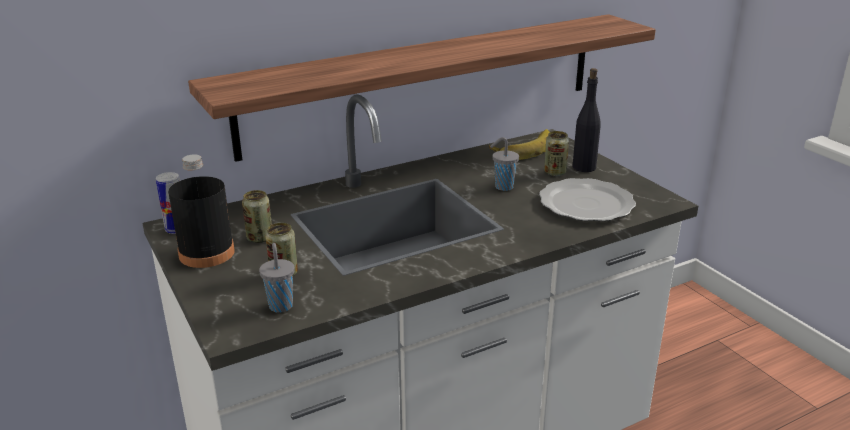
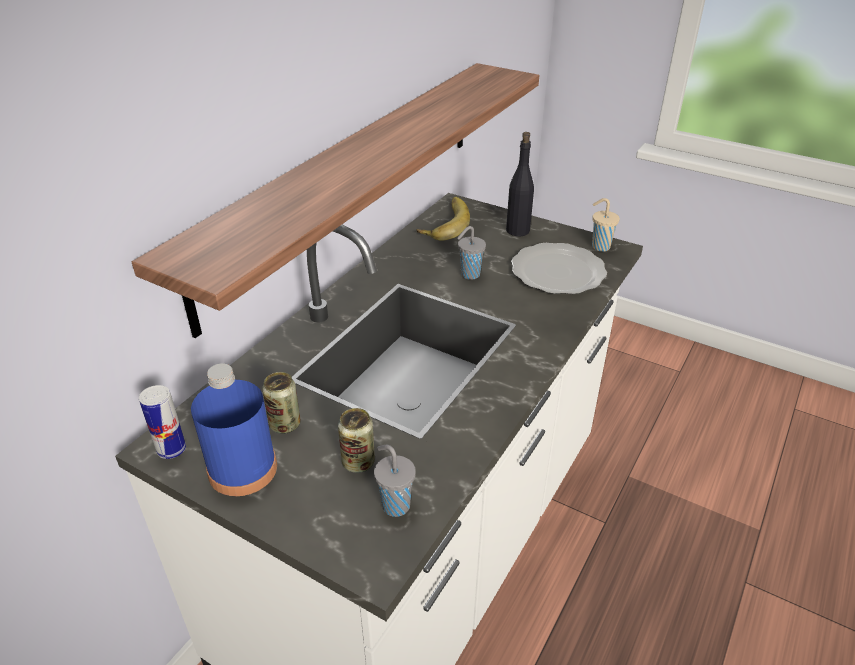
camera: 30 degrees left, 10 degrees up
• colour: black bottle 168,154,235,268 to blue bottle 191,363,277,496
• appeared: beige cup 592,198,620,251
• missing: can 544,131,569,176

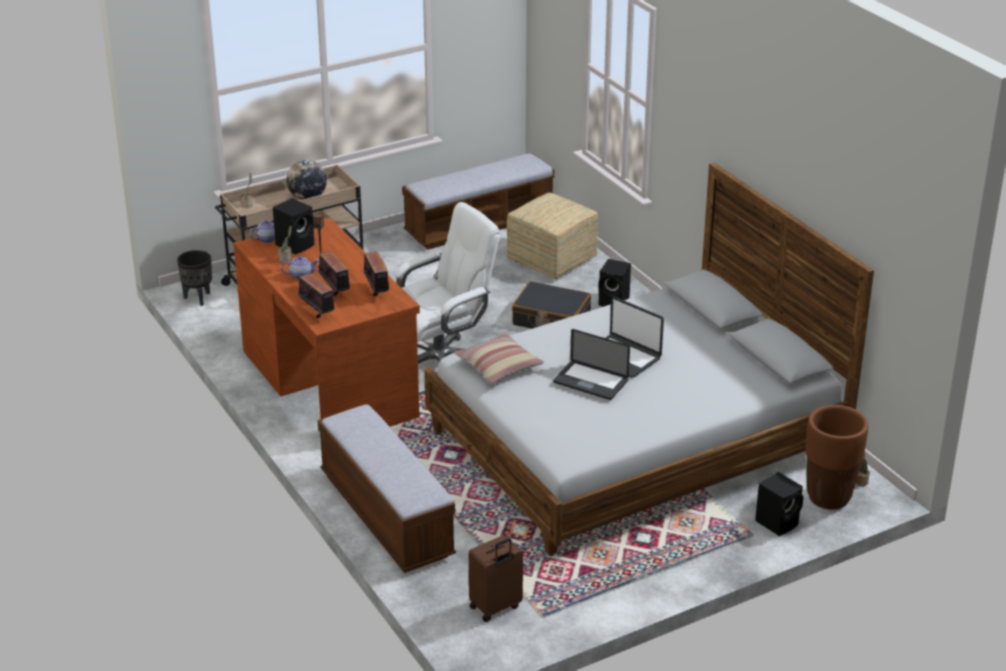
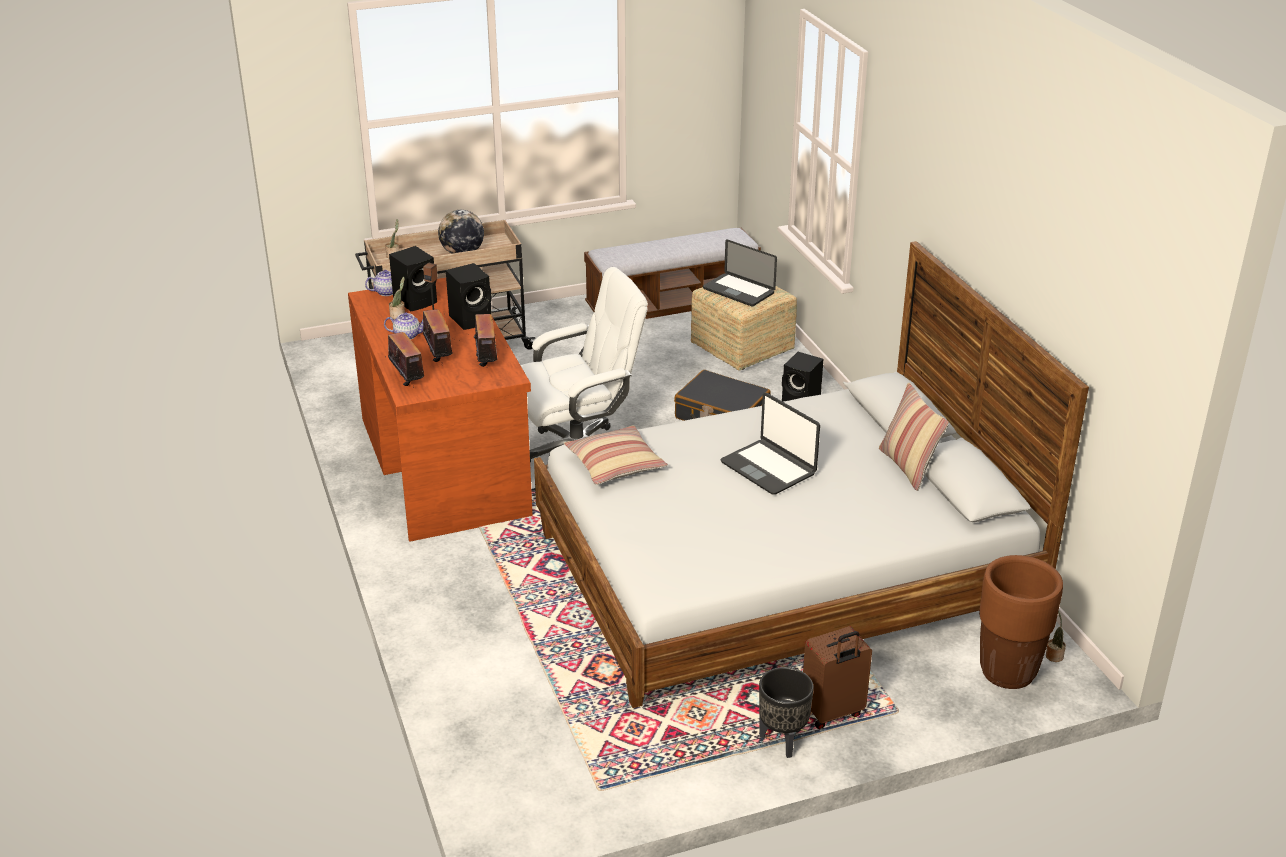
camera: 10 degrees right, 0 degrees up
• relocated: black speaker 755,472,803,536 to 446,263,492,330
• relocated: laptop 553,329,630,400 to 703,239,777,307
• relocated: black planter 177,250,212,306 to 759,667,814,758
• relocated: brown suitcase 469,535,523,622 to 803,626,872,729
• appeared: pillow 879,383,949,491
• missing: bench 318,404,456,573

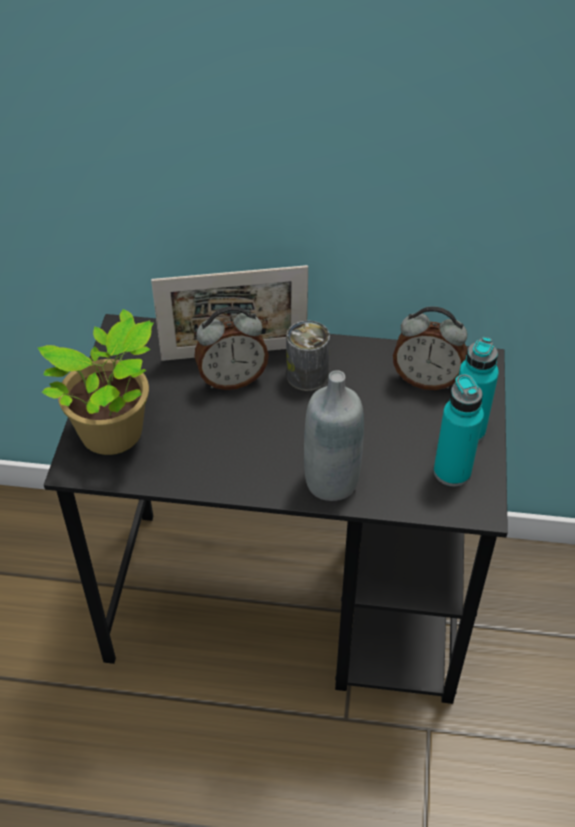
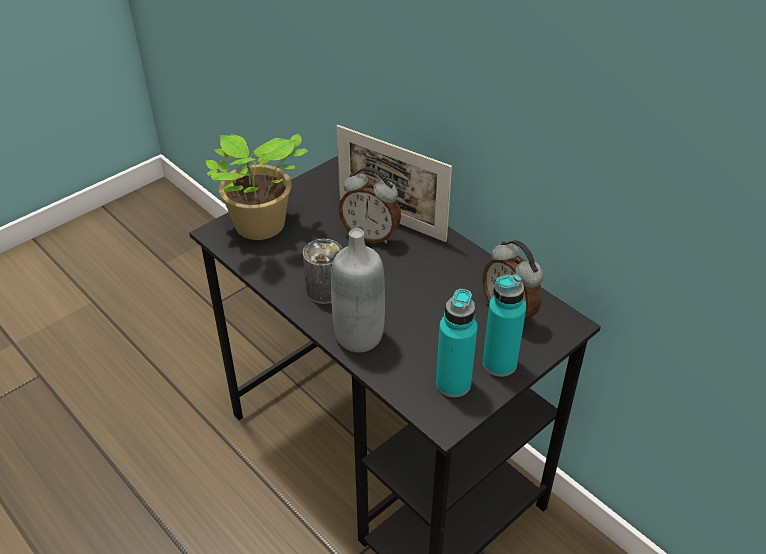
camera: 40 degrees right, 5 degrees down
• relocated: can 286,320,330,391 to 303,239,342,304

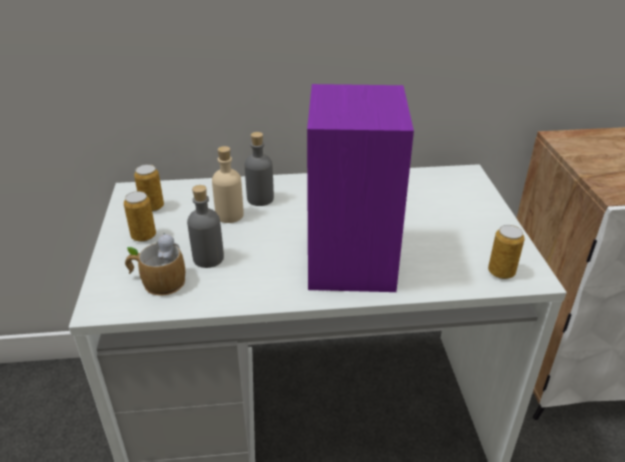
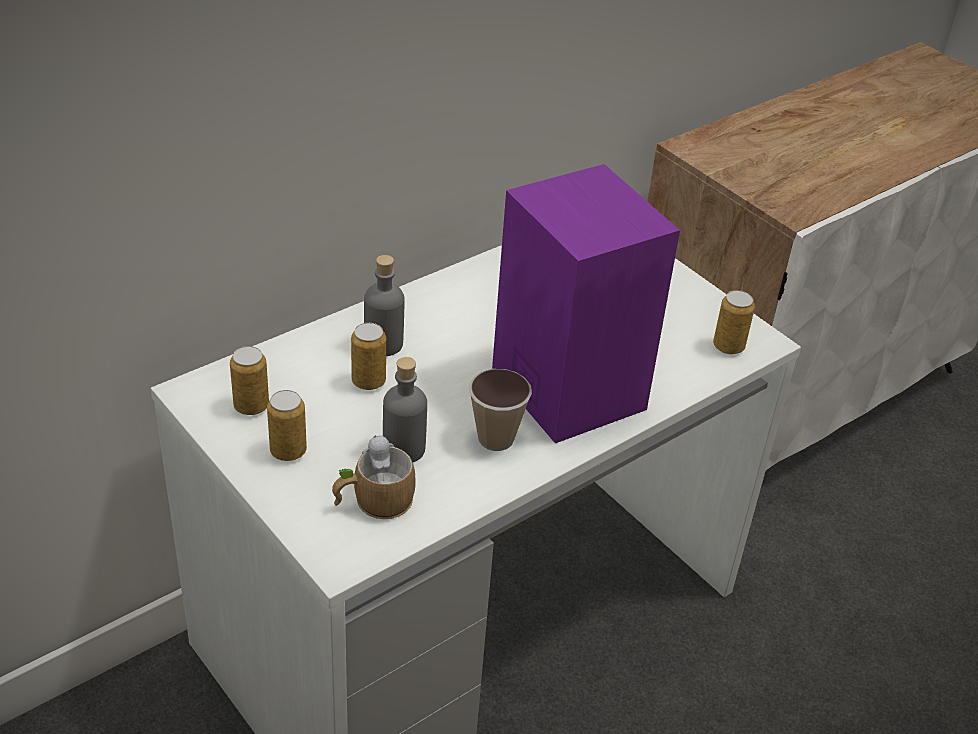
camera: 35 degrees left, 5 degrees up
• exchanged: beige bottle 212,146,244,223 to can 351,323,386,390
• appeared: cup 469,369,532,451

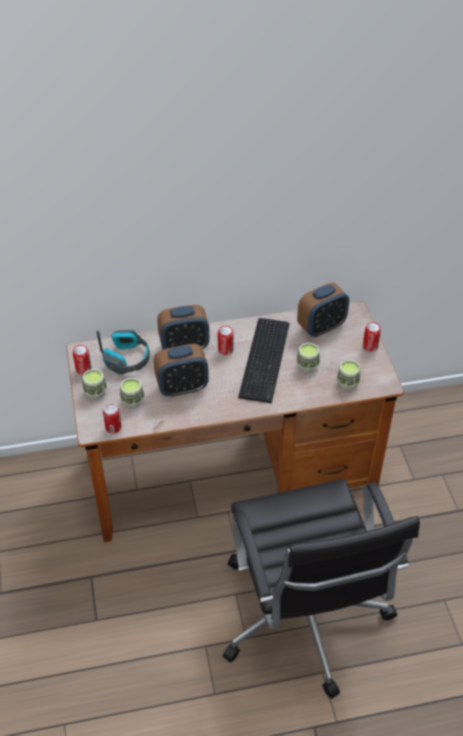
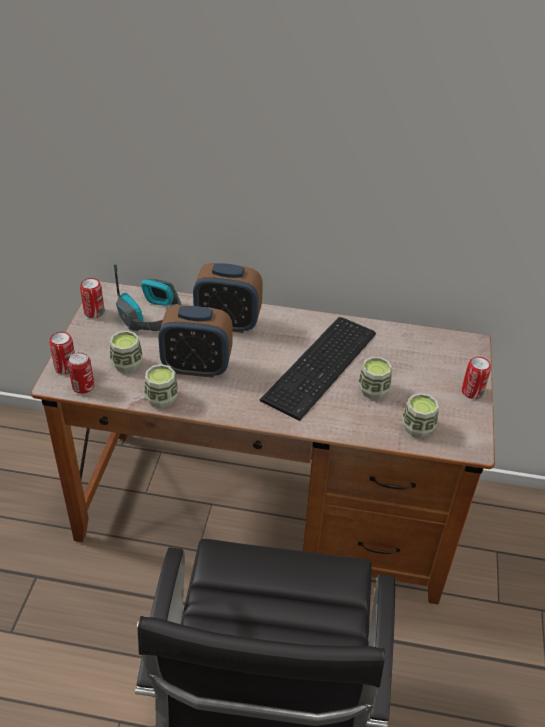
camera: 20 degrees right, 5 degrees down
• relocated: can 218,326,234,355 to 49,332,75,374
• relocated: cup 82,369,107,399 to 144,364,178,408
• missing: alarm clock 297,283,349,337

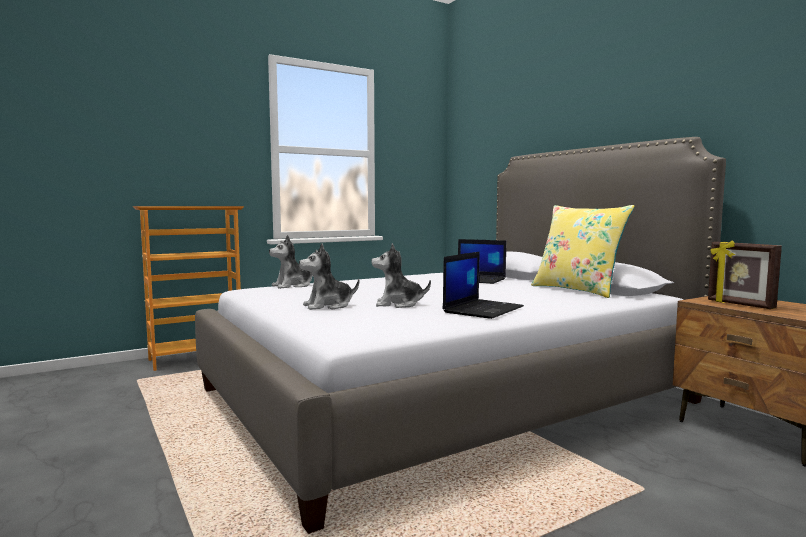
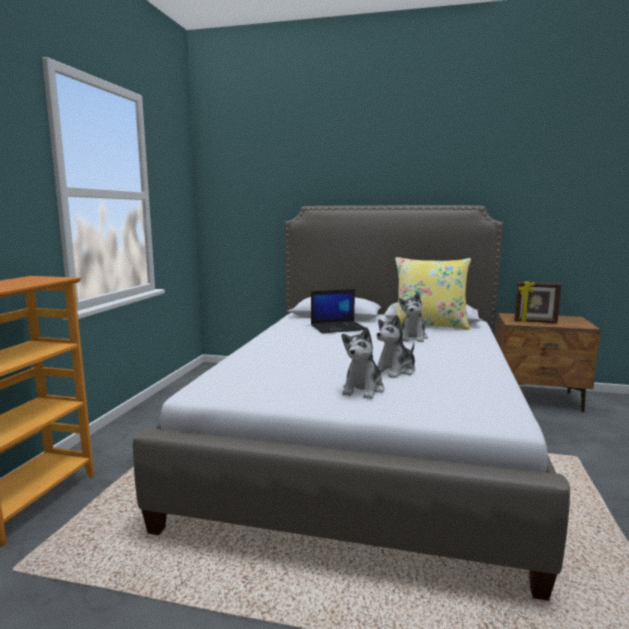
camera: 45 degrees left, 5 degrees up
• relocated: plush toy 269,235,313,289 to 399,293,428,342
• missing: laptop 443,252,524,319

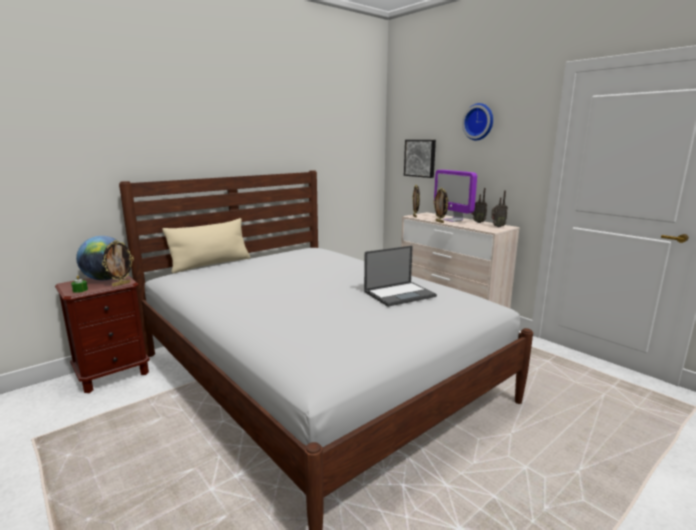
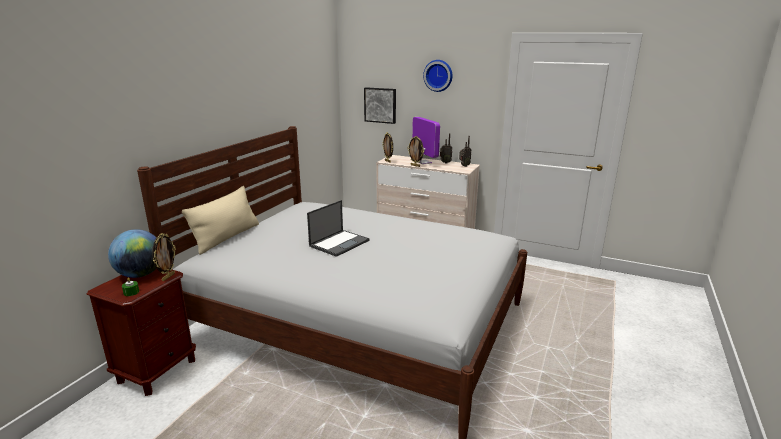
camera: 25 degrees left, 5 degrees up
• relocated: laptop 364,246,437,307 to 307,200,369,257
• spun: monitor 434,170,477,222 = 412,117,440,164 150 degrees counterclockwise

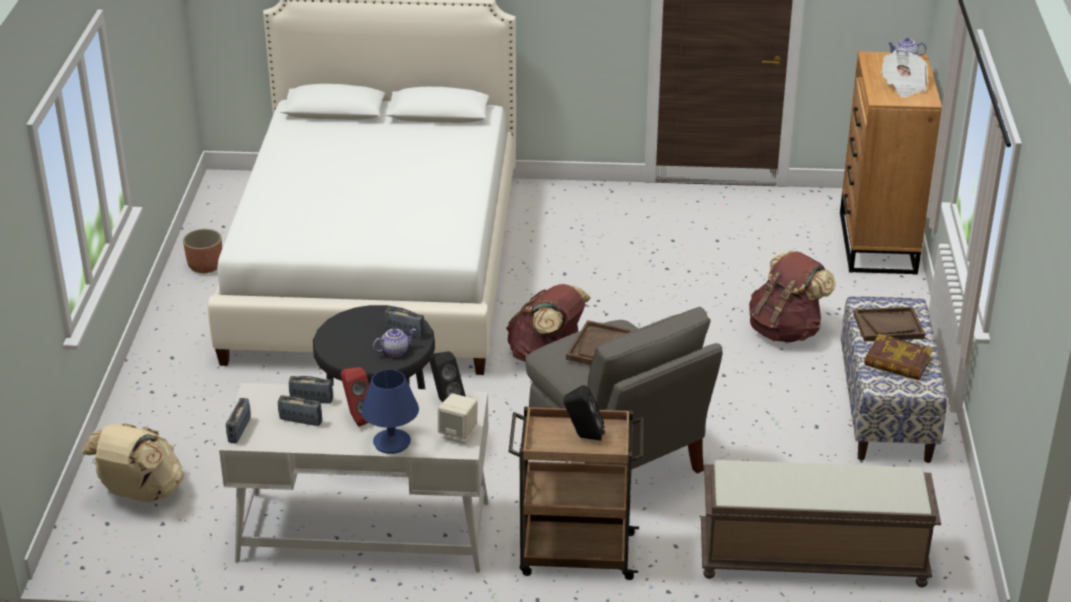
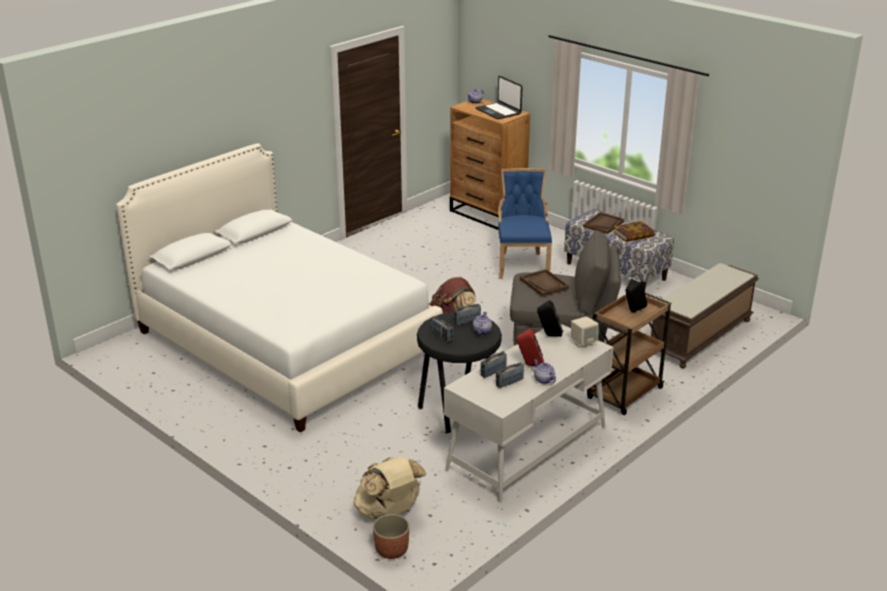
camera: 50 degrees left, 5 degrees down
• relocated: planter 183,229,222,273 to 373,514,409,559
• relocated: radio 226,398,251,443 to 431,316,454,342
• exchanged: newspaper 881,49,928,98 to laptop 475,76,522,119
• exchanged: brown backpack 749,250,836,343 to blue chair 498,168,552,279
• appeared: teapot 534,359,556,384
• missing: blue table lamp 361,369,419,454

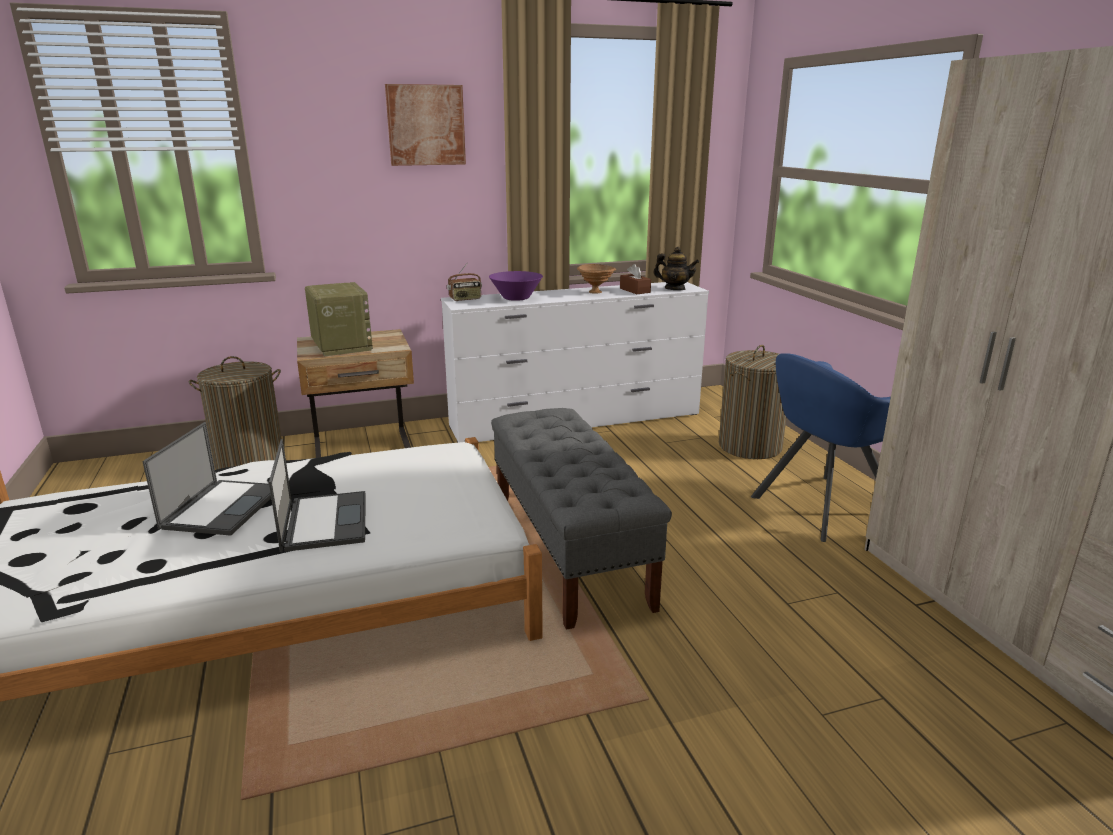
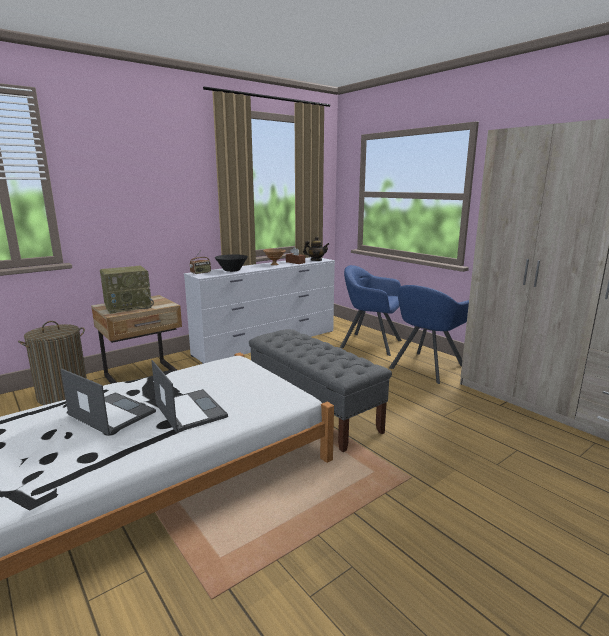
camera: 20 degrees left, 5 degrees down
• spun: laptop 142,422,271,536 = 61,369,156,435 45 degrees counterclockwise
• spun: radio 305,282,373,357 = 100,266,154,314 105 degrees clockwise
• colour: purple bowl 489,271,543,301 to black bowl 215,254,248,272
• exchanged: laundry basket 719,345,786,459 to blue armchair 340,265,402,356
• missing: picture 385,84,466,166

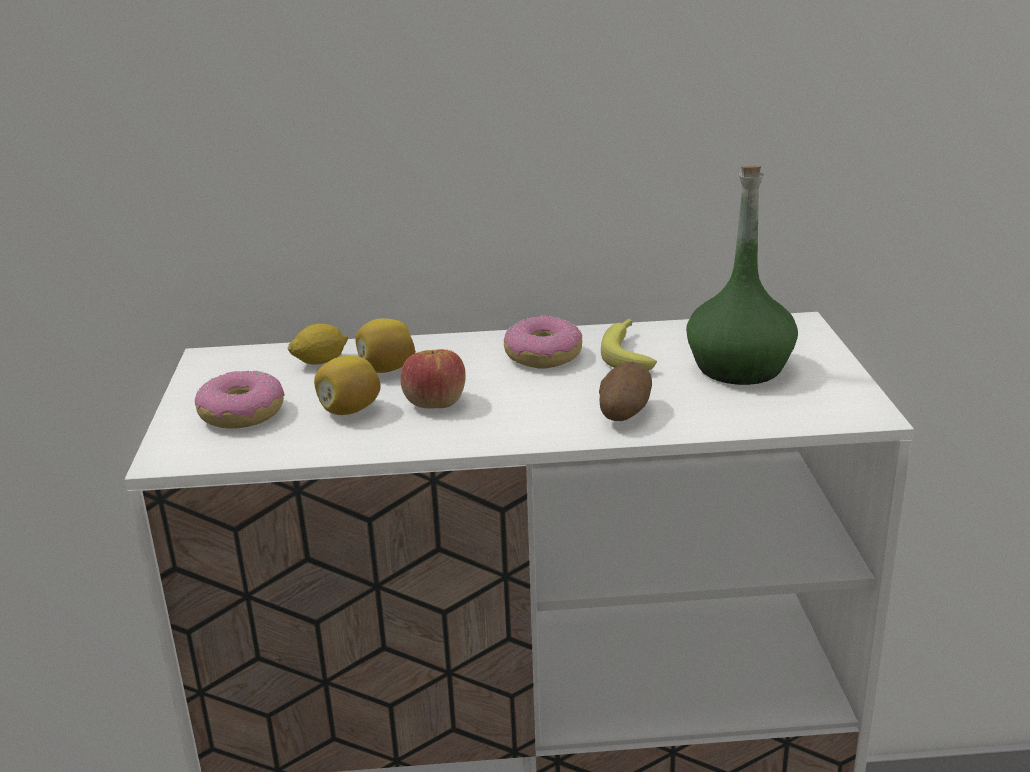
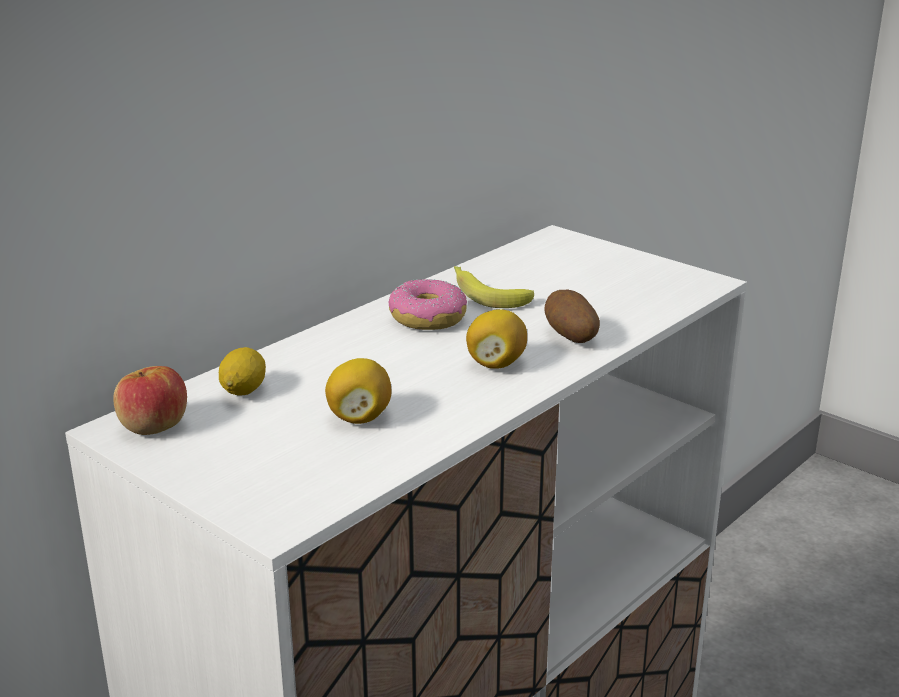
camera: 45 degrees left, 0 degrees up
• relocated: apple 400,349,466,409 to 113,366,187,435
• relocated: lemon 356,318,416,373 to 466,309,527,369
• missing: donut 195,370,285,429
• missing: green bottle 686,166,798,385

